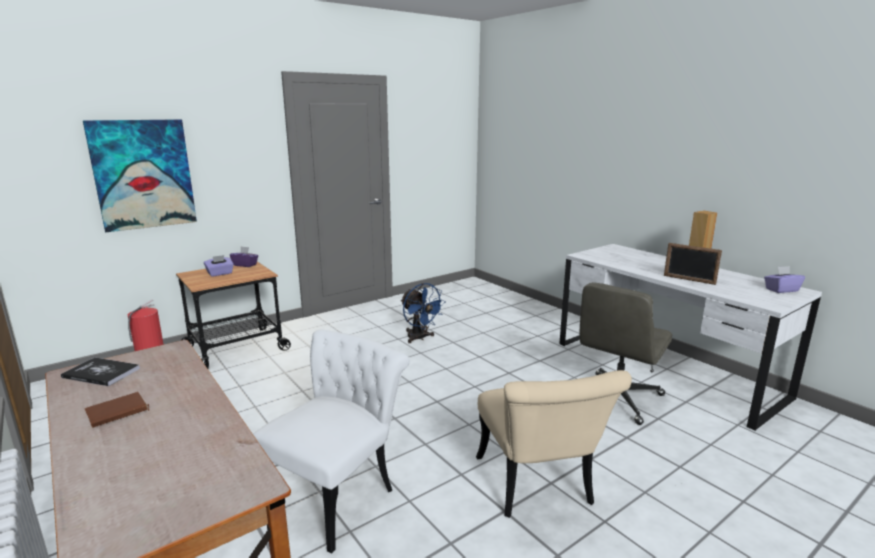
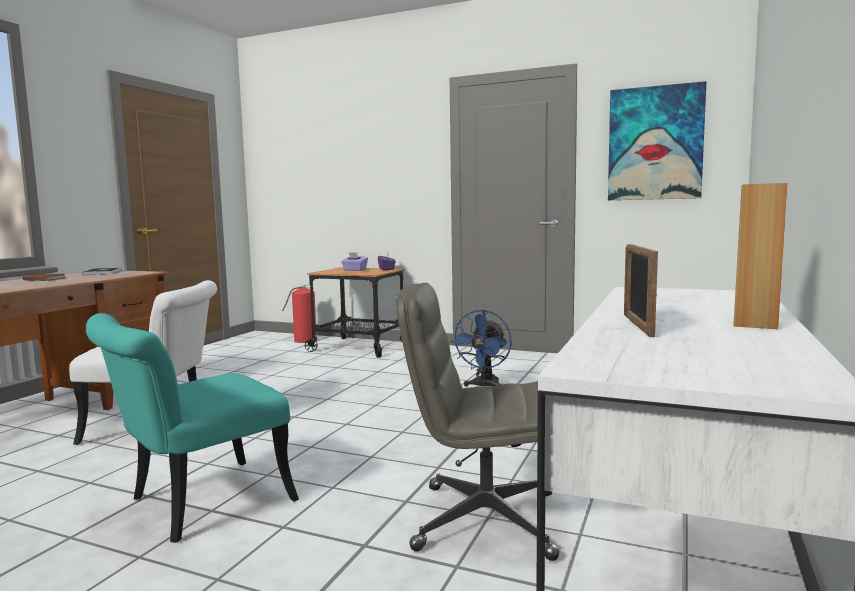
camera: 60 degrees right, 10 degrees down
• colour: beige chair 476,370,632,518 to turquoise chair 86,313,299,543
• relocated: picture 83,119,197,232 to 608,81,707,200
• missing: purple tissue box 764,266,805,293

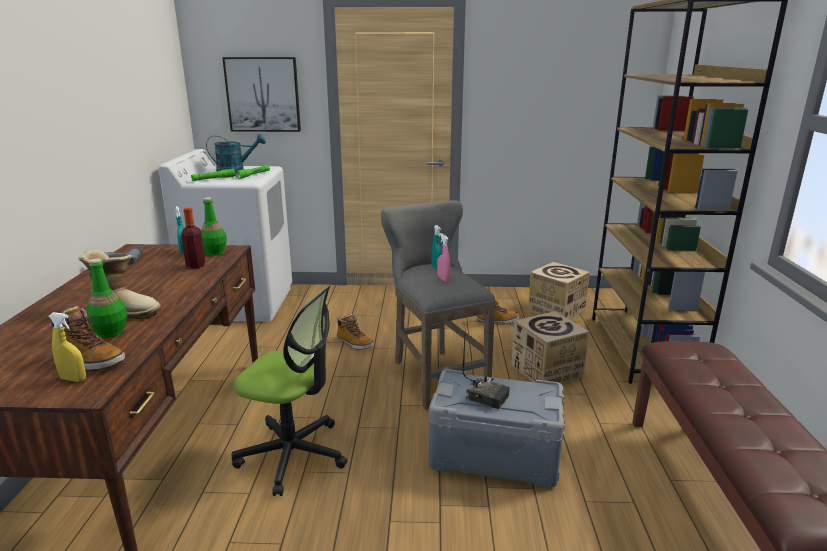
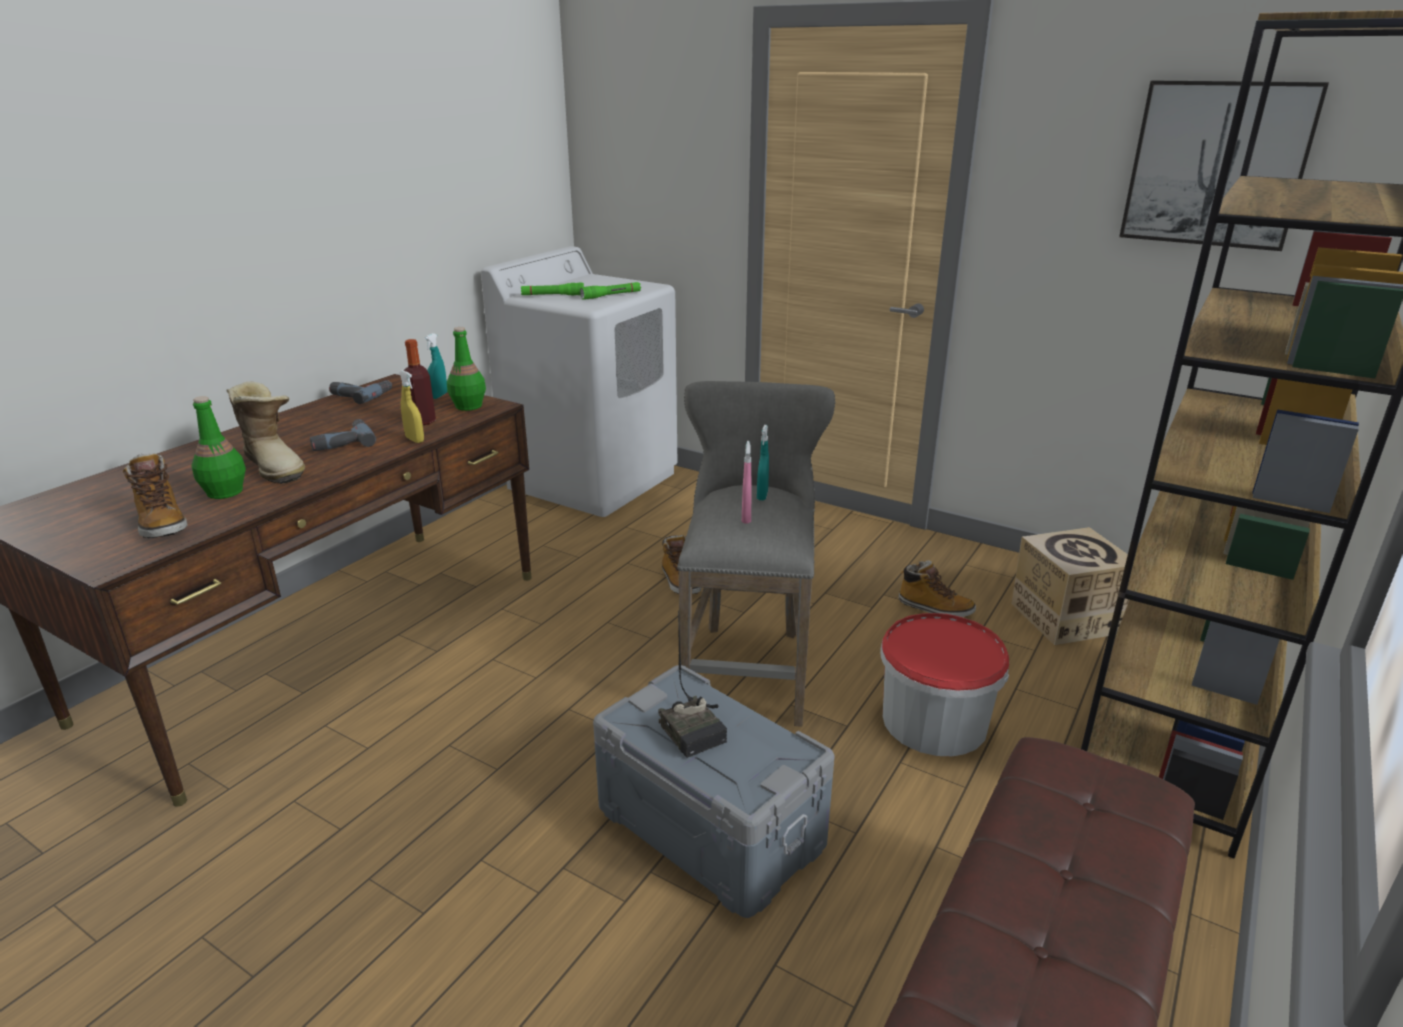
camera: 30 degrees right, 5 degrees up
• appeared: power drill 310,419,376,451
• relocated: yellow spray bottle 48,312,86,382 to 399,370,424,443
• exchanged: cardboard box 511,311,589,384 to bucket 880,613,1009,756
• relocated: picture 222,57,301,132 to 1119,81,1329,251
• missing: turquoise watering can 206,134,266,172
• missing: office chair 231,285,347,496

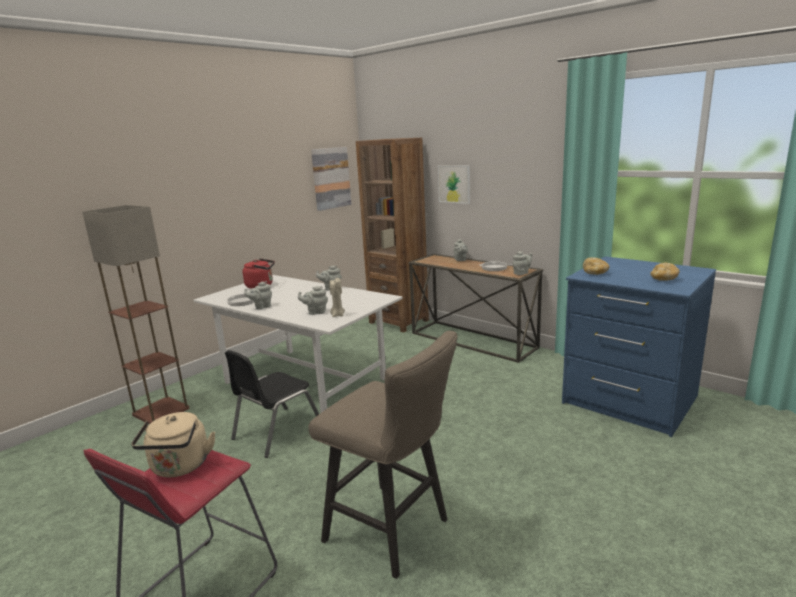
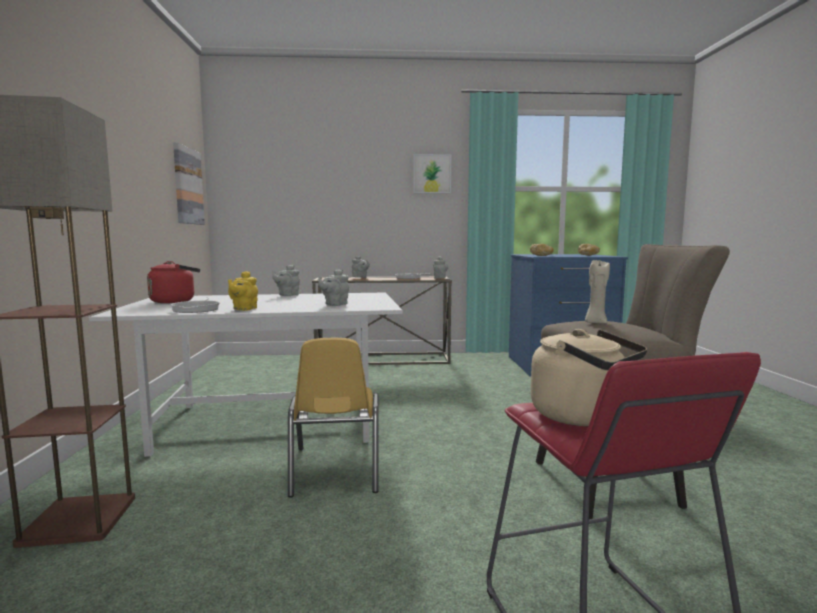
camera: 45 degrees left, 10 degrees down
• colour: grey teapot 244,281,272,309 to yellow teapot 228,271,258,311
• colour: black chair 225,350,319,458 to yellow chair 288,338,379,498
• relocated: picture 438,165,470,204 to 413,154,451,193
• relocated: beige candle 329,278,345,317 to 585,260,610,324
• missing: brown bookcase 356,138,429,333

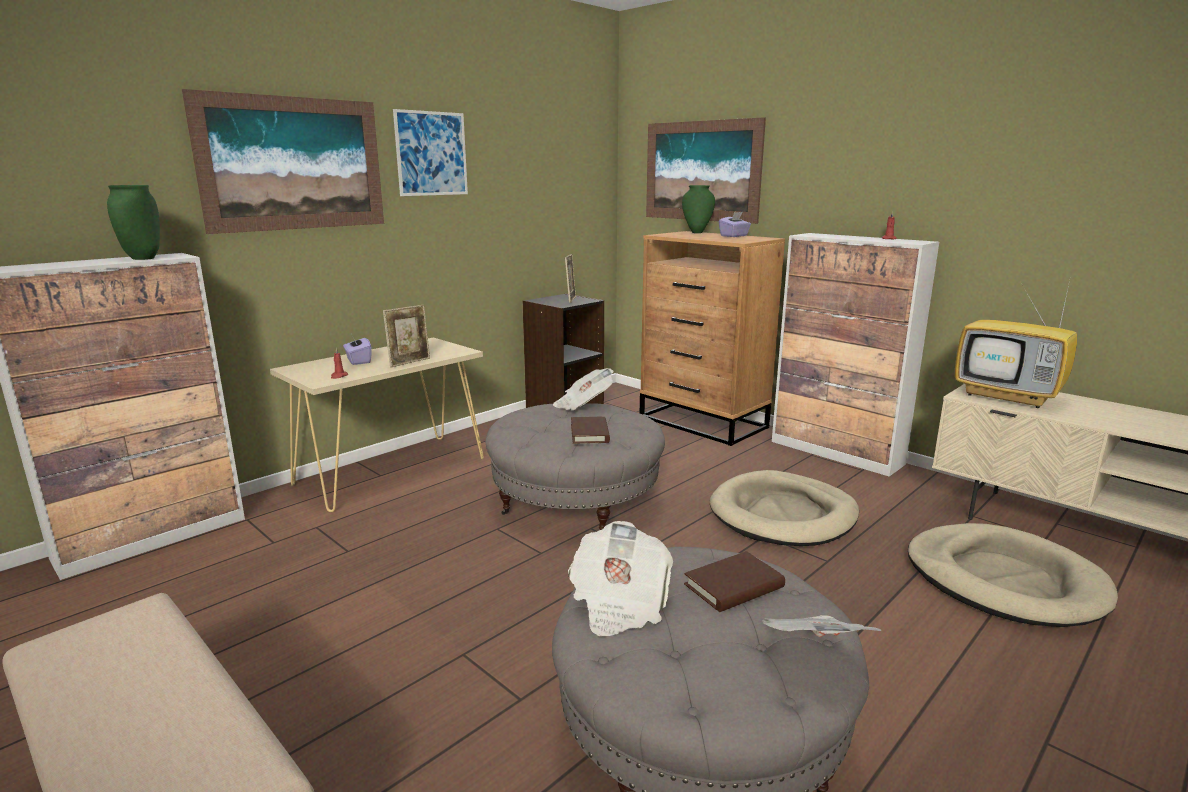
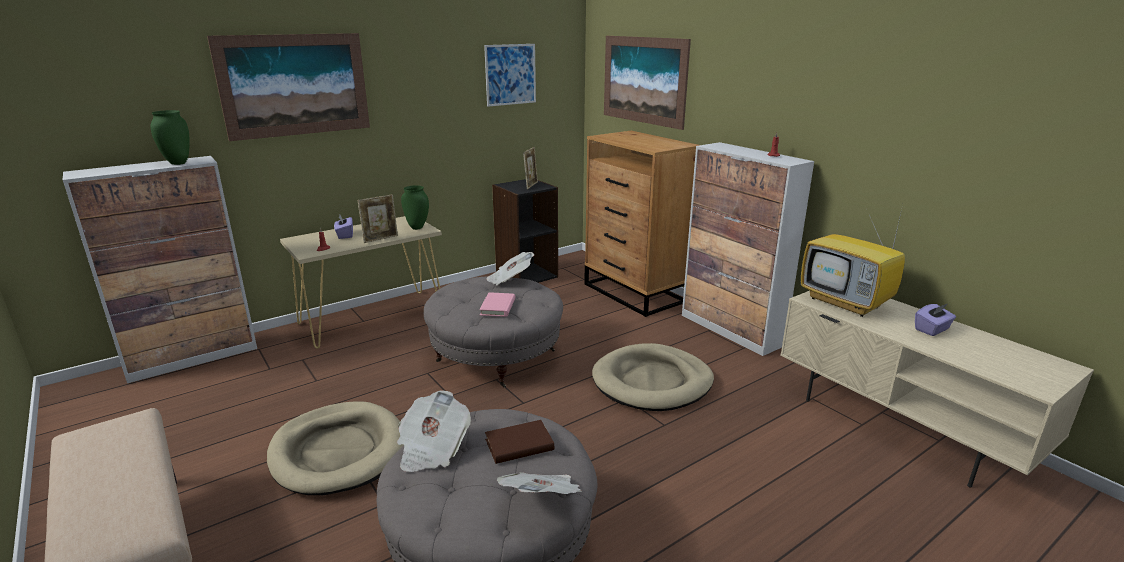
camera: 10 degrees right, 5 degrees up
• relocated: beige dog bed 908,523,1118,627 to 267,402,404,495
• relocated: green vase 682,185,715,233 to 401,185,429,230
• colour: brown book 571,417,610,444 to pink book 479,292,515,317
• relocated: picture 393,109,468,196 to 484,44,536,107
• relocated: purple tissue box 719,212,751,237 to 915,304,956,336

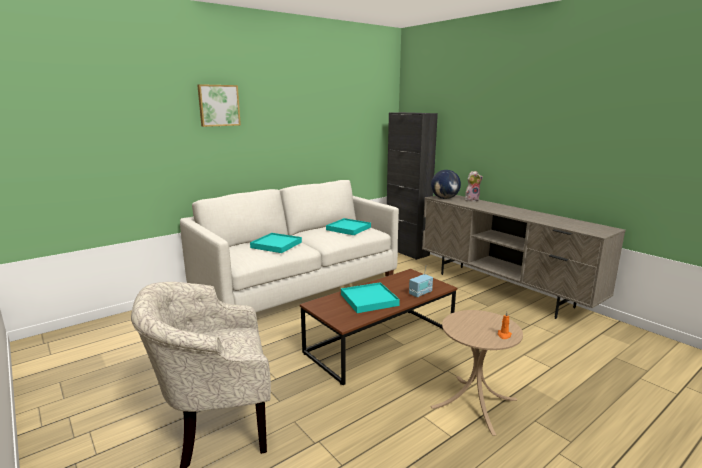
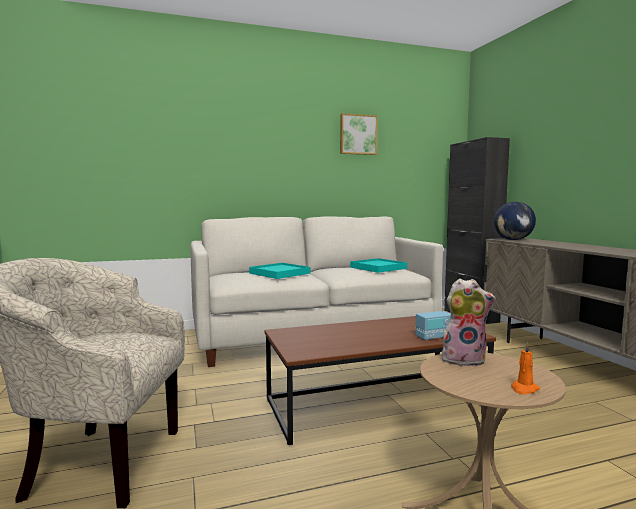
camera: 20 degrees right, 10 degrees down
• relocated: picture 197,84,241,127 to 340,113,378,155
• relocated: plush toy 465,171,483,201 to 442,278,496,366
• missing: turquoise tray 341,282,400,313

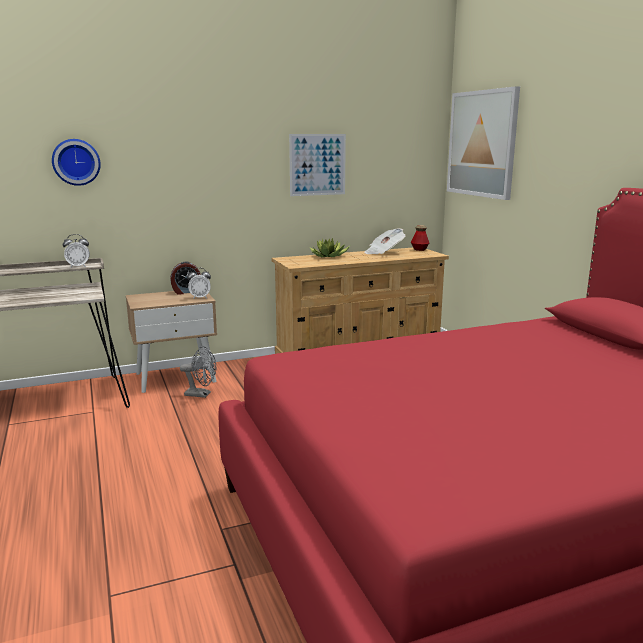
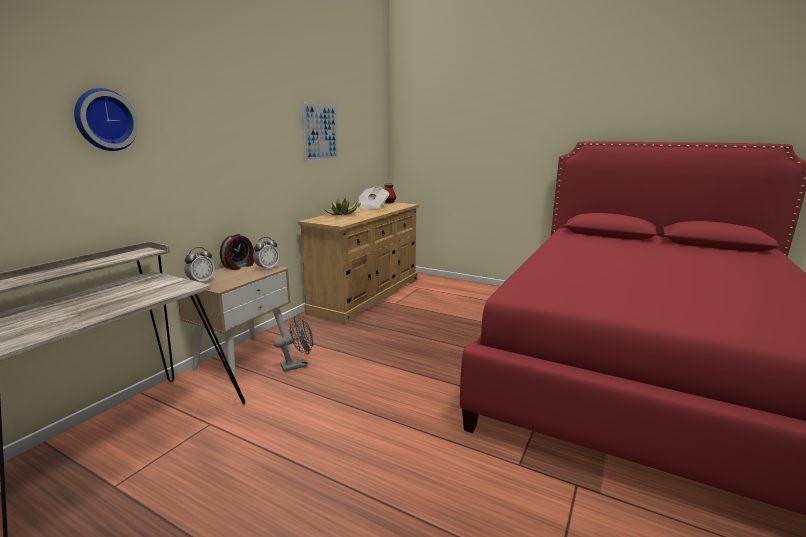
camera: 40 degrees left, 0 degrees up
• relocated: alarm clock 63,234,90,267 to 184,247,215,282
• missing: picture 447,86,520,200

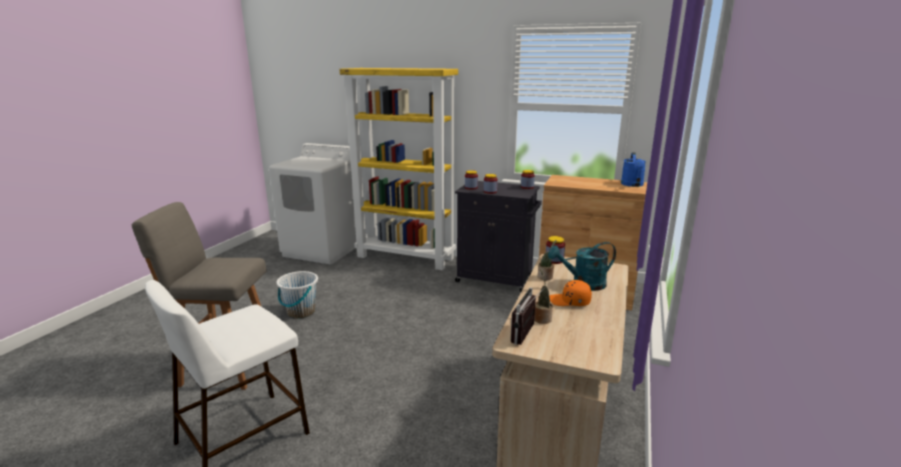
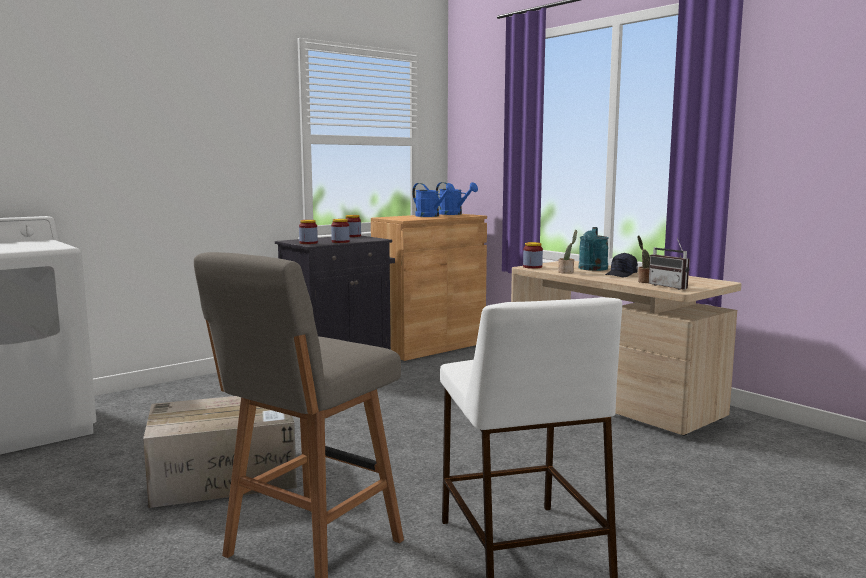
camera: 60 degrees left, 10 degrees down
• exchanged: white bucket 276,271,318,319 to cardboard box 143,396,297,508
• appeared: blue watering can 412,183,455,217
• colour: orange cap 549,280,592,306 to black cap 605,253,638,277
• missing: yellow bookcase 340,68,458,270

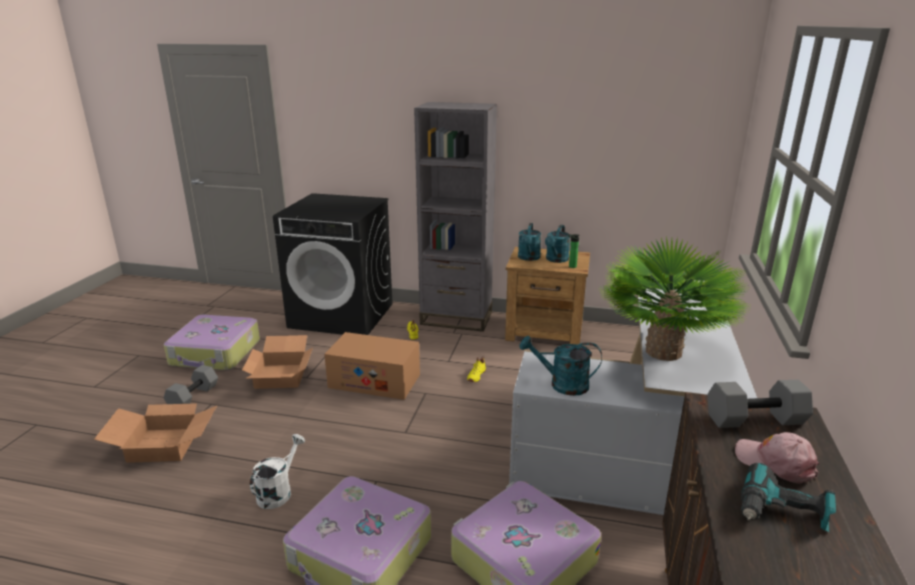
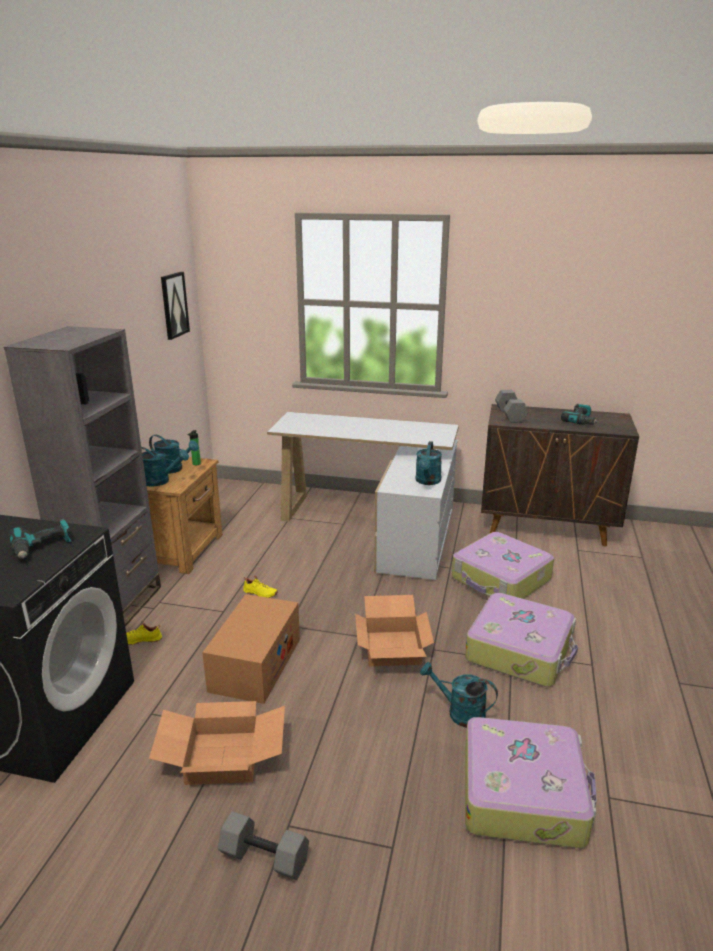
camera: 90 degrees left, 0 degrees up
• appeared: power drill 9,519,72,559
• appeared: picture 161,272,190,340
• relocated: cardboard box 94,403,217,463 to 355,595,434,666
• colour: white watering can 250,434,305,509 to turquoise watering can 420,662,498,728
• relocated: suitcase 164,315,260,371 to 465,717,597,848
• missing: potted plant 599,236,749,361
• missing: pink cap 735,432,819,484

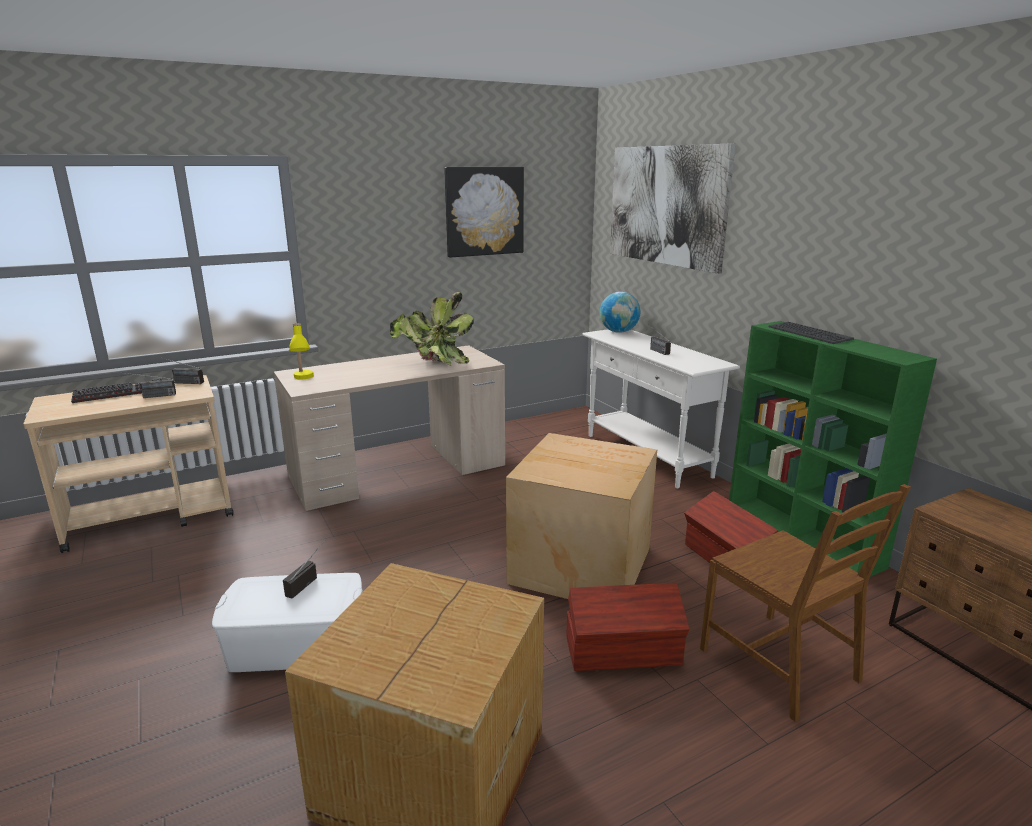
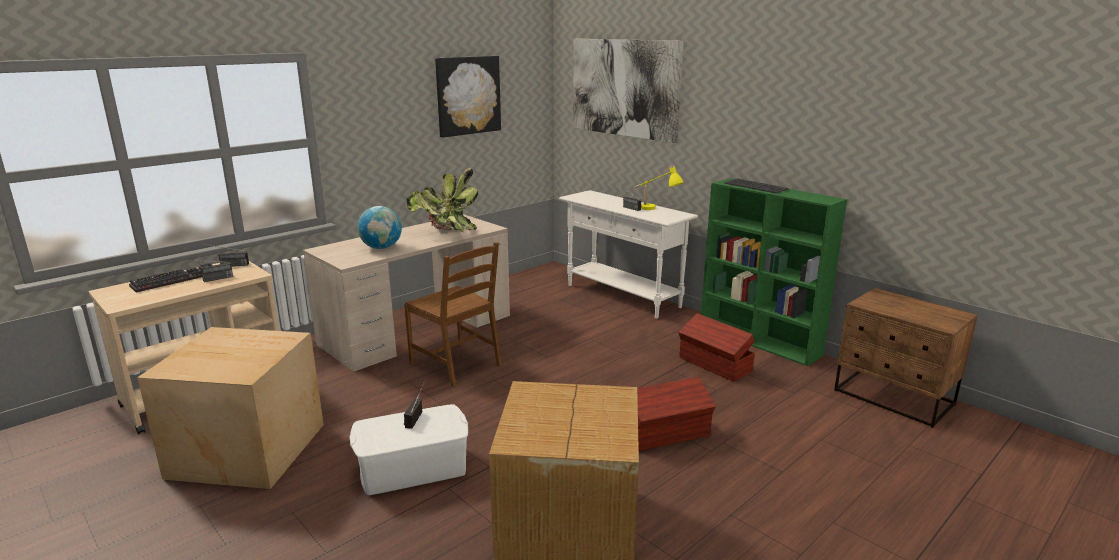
camera: 15 degrees left, 0 degrees up
• relocated: cardboard box 506,433,657,599 to 137,327,324,489
• relocated: globe 600,292,640,333 to 357,206,402,249
• relocated: brown chair 700,484,911,722 to 404,242,502,387
• relocated: yellow table lamp 289,323,314,379 to 634,165,684,210

